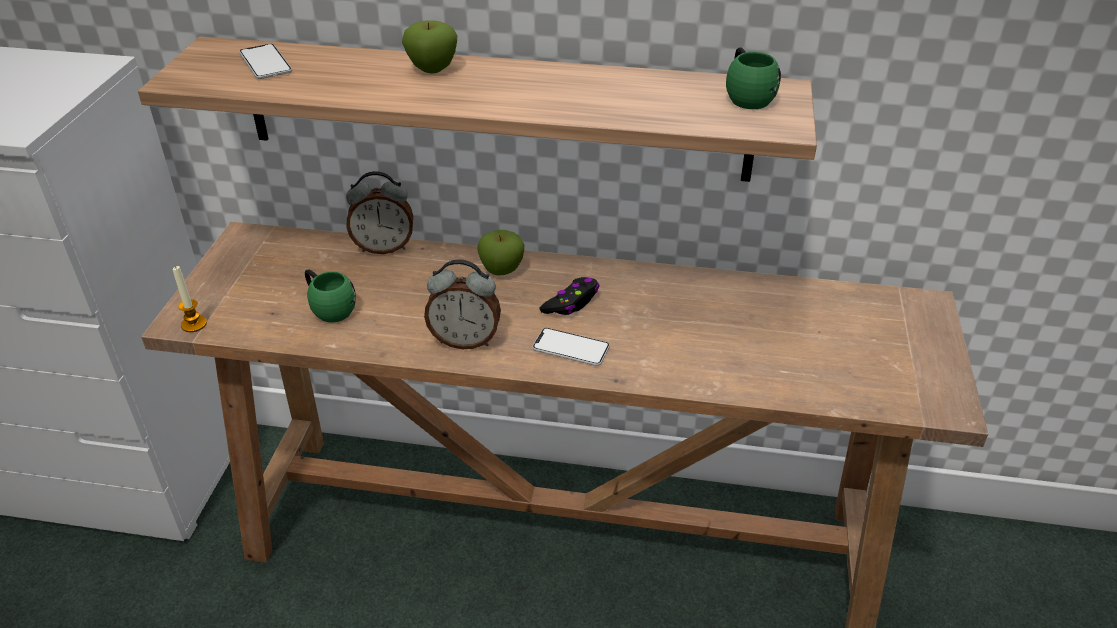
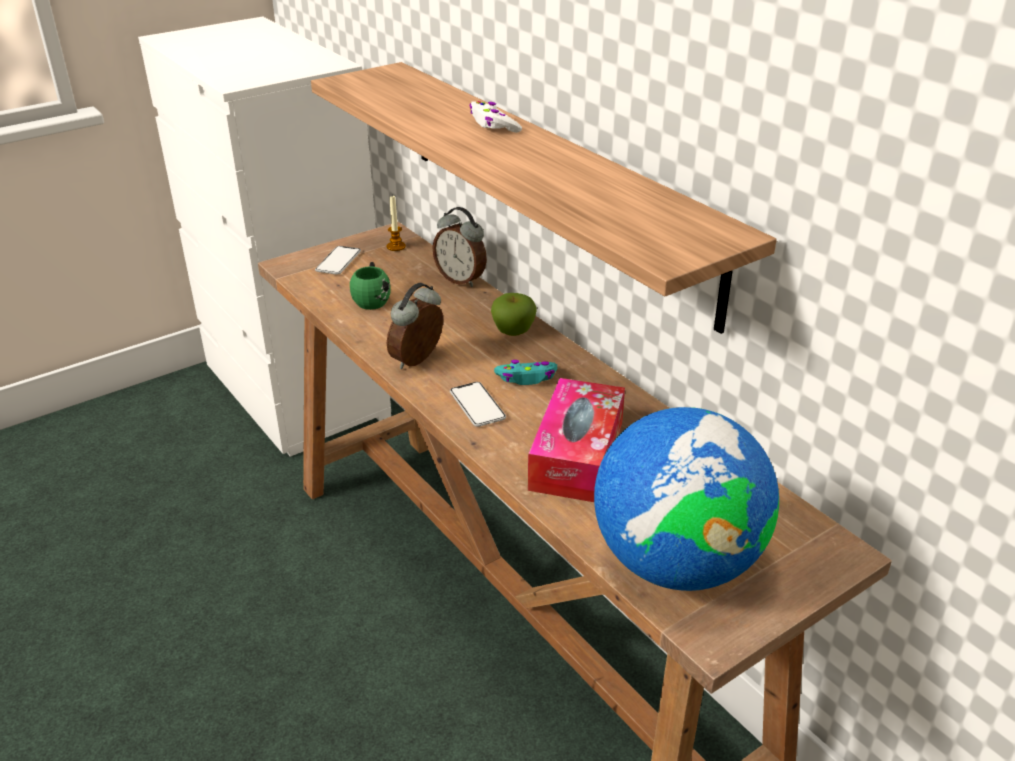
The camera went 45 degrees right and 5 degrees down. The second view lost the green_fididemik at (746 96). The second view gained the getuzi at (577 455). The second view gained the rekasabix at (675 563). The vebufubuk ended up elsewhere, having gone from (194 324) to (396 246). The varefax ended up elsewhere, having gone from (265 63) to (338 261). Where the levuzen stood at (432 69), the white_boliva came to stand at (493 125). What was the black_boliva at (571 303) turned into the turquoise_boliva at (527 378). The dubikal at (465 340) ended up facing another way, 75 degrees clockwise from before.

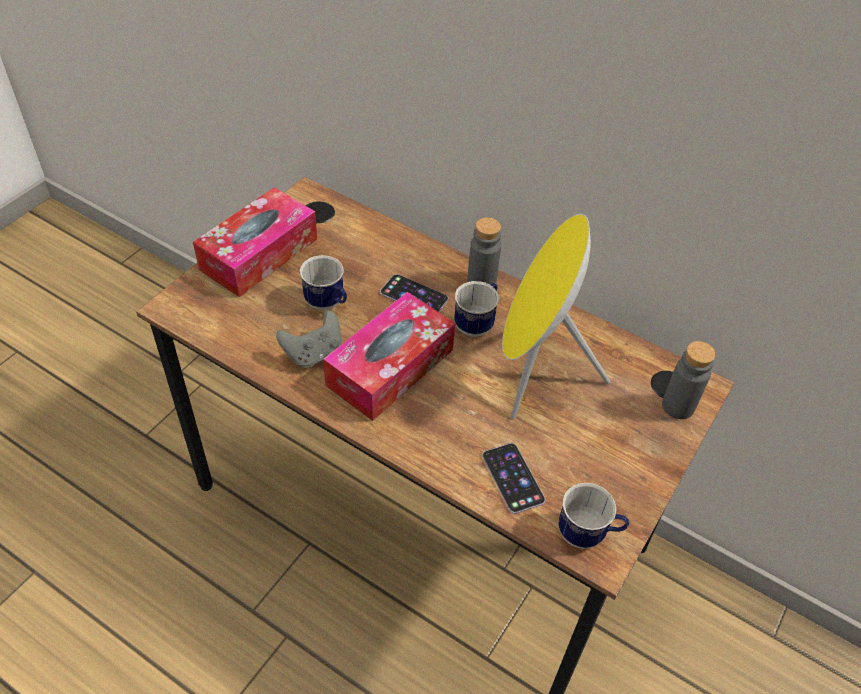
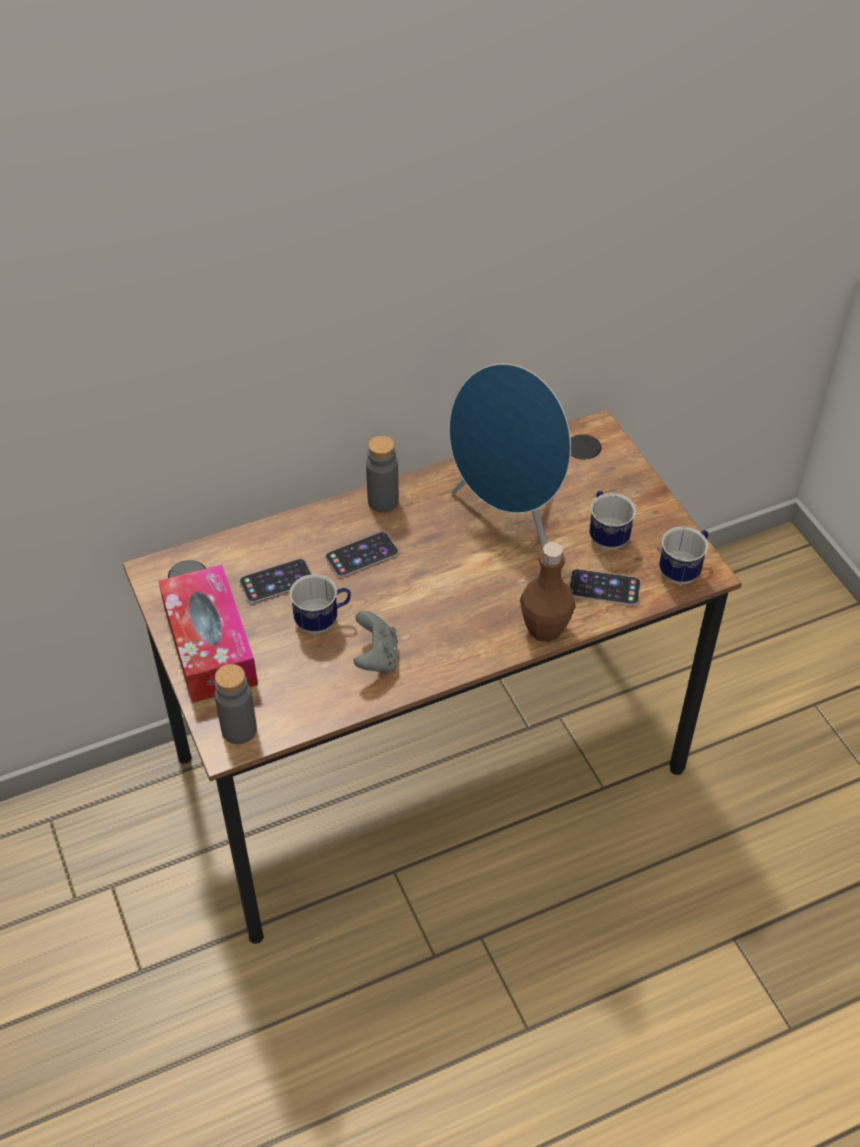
The camera went 55 degrees left and 0 degrees up. The second view lost the getuzi at (390 367). The second view gained the varefax at (277 581). The second view gained the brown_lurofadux at (545 629). The fididemik ended up elsewhere, having gone from (477 323) to (606 535). The grey_lurofadux ended up elsewhere, having gone from (678 406) to (239 730). What was the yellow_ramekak at (535 370) turned into the blue_ramekak at (509 518).

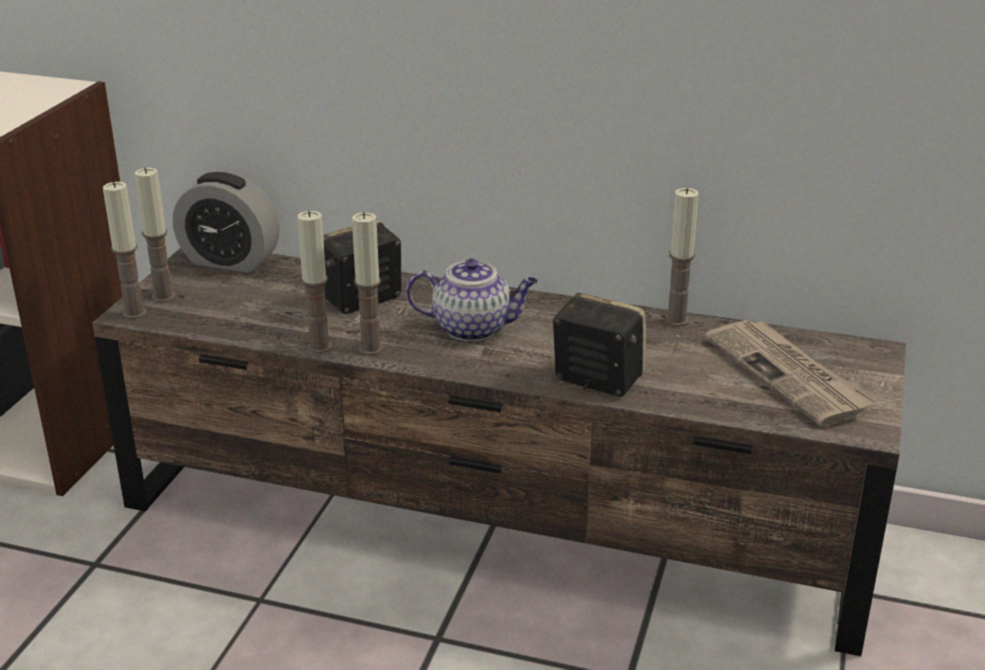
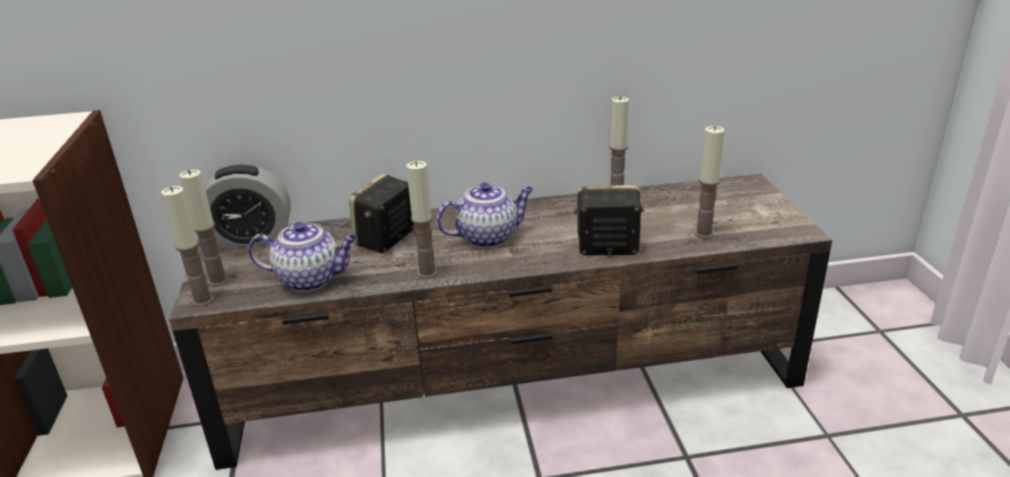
The camera went 25 degrees left and 0 degrees up. The second view lost the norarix at (788 375). The second view gained the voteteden at (311 279). The vebufubuk ended up elsewhere, having gone from (319 347) to (703 233).

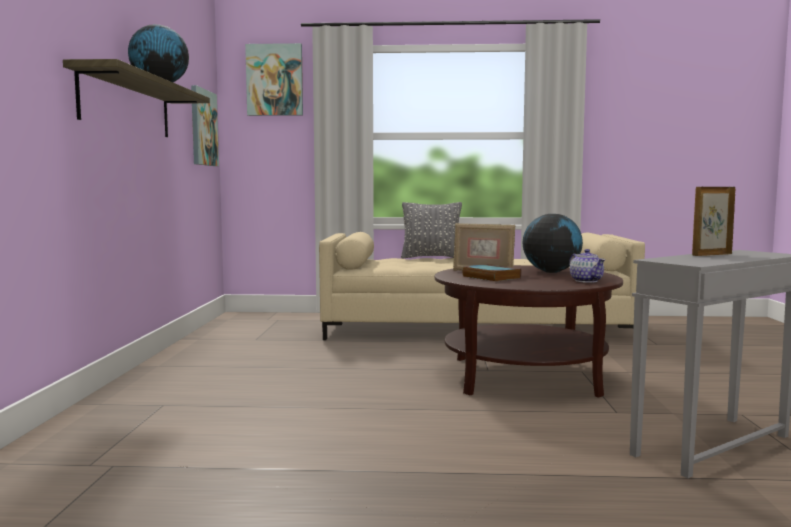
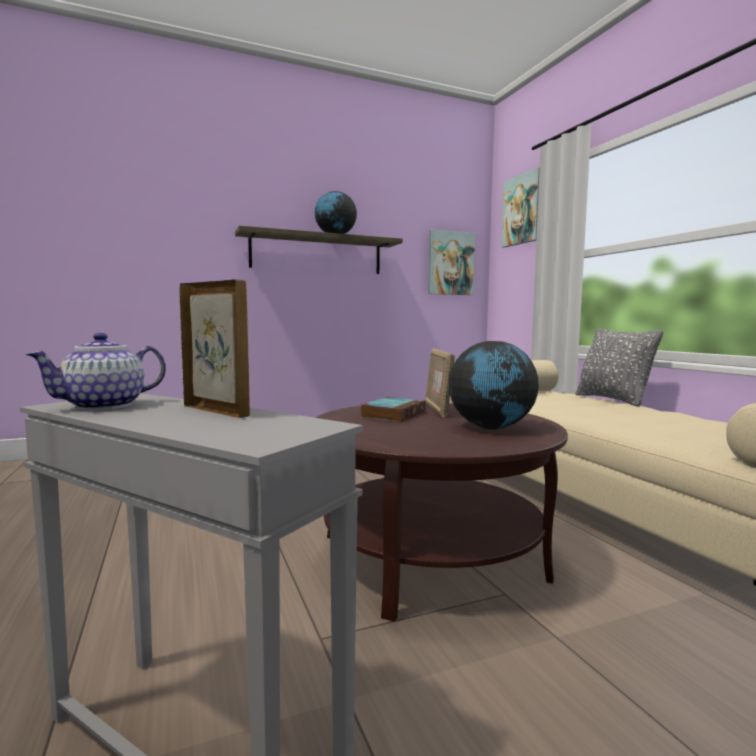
The camera went 65 degrees right and 0 degrees up. The voteteden ended up elsewhere, having gone from (586 281) to (105 405).

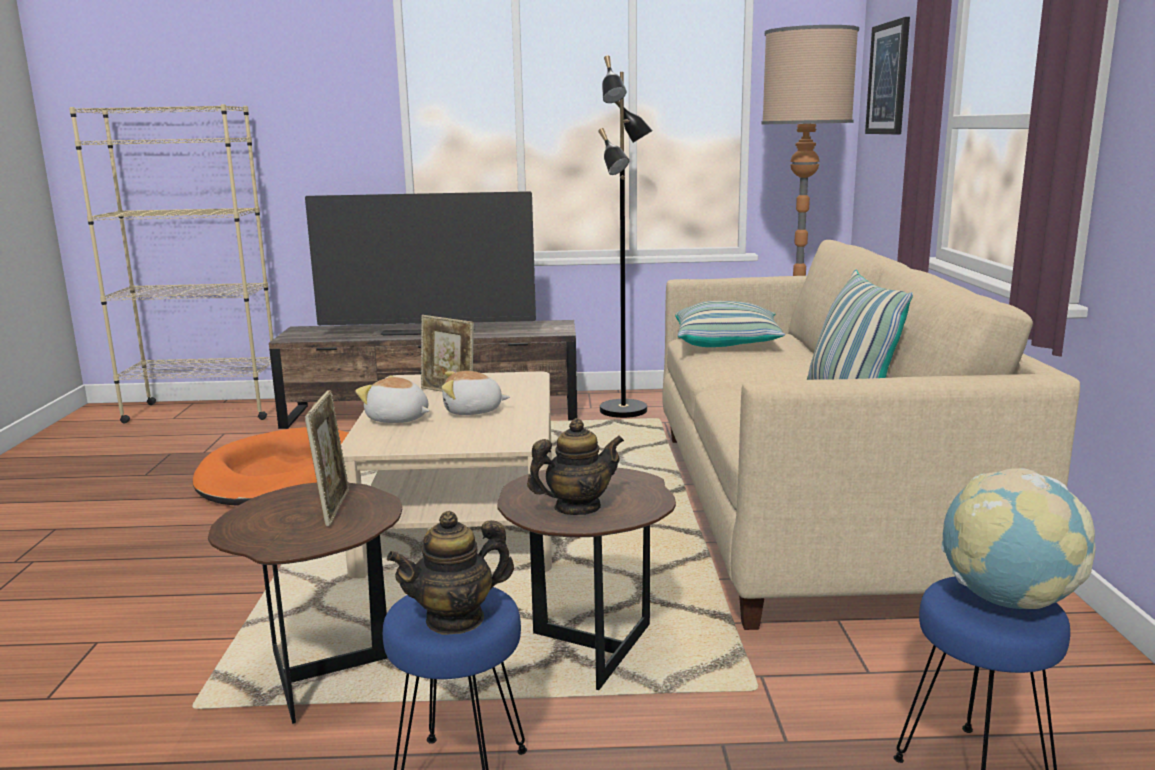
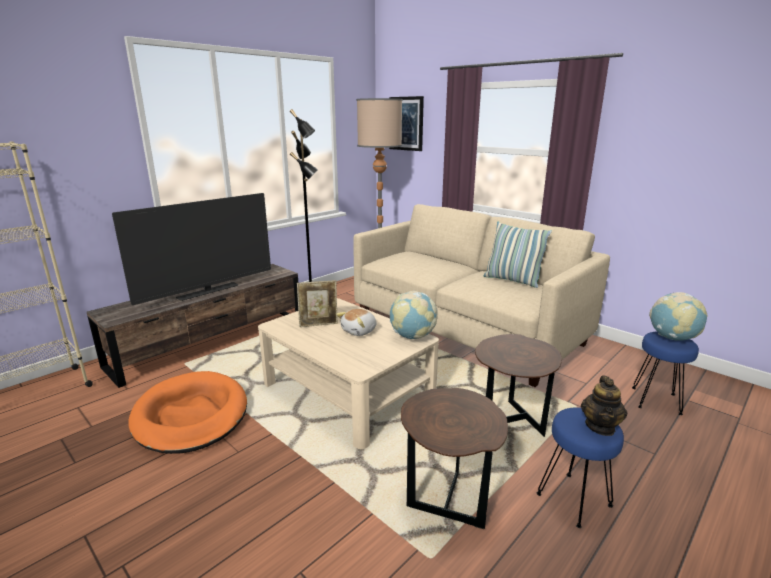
The camera went 45 degrees left and 5 degrees up. The second view lost the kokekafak at (333 507). The second view lost the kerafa at (397 419). The second view lost the voteteden at (577 508). The second view lost the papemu at (727 344). The second view gained the rekasabix at (412 336).

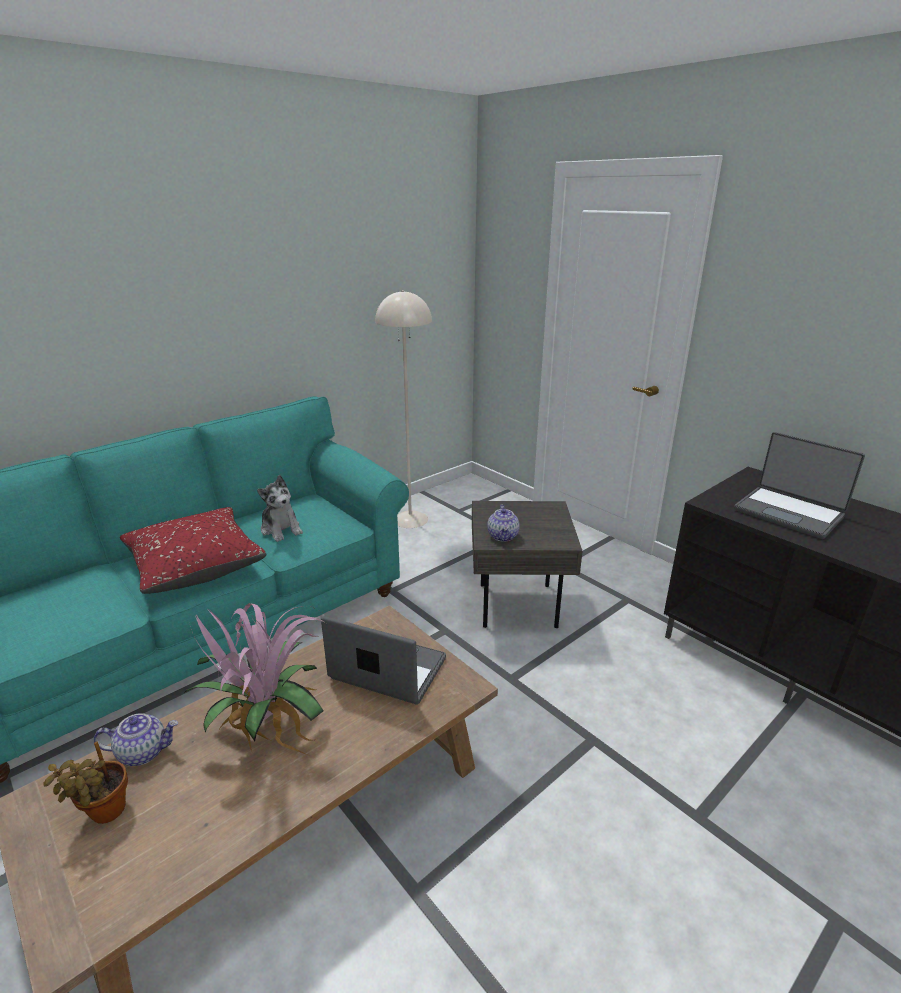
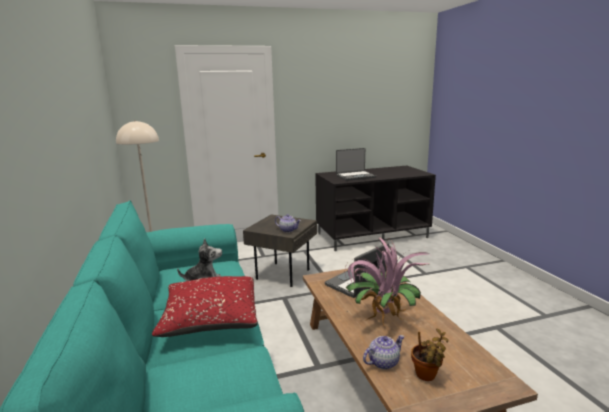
The camera went 65 degrees left and 10 degrees down. The voteteden at (143 752) ended up facing another way, 45 degrees clockwise from before.

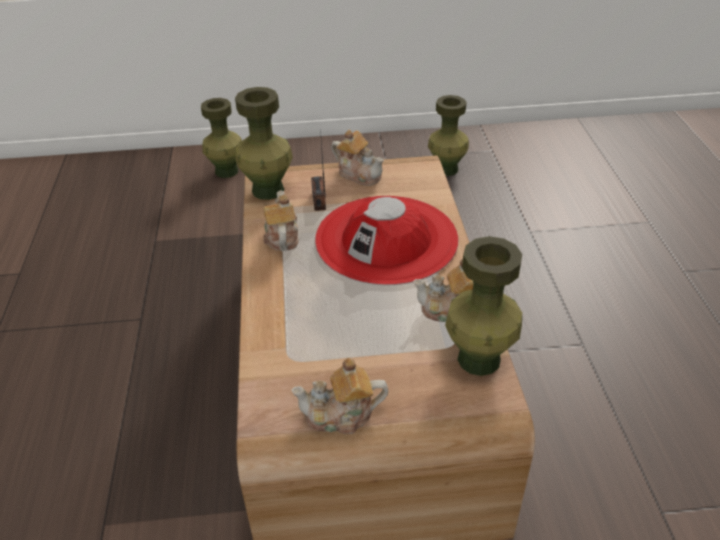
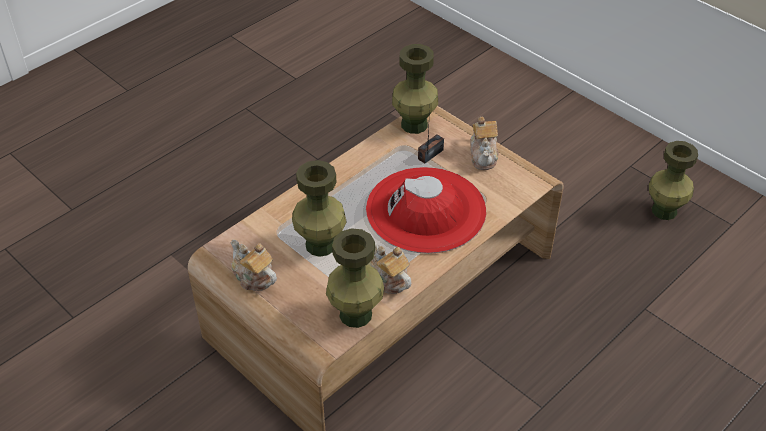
The camera went 50 degrees right and 5 degrees up. The second view lost the voteteden at (281 237). The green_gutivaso ended up elsewhere, having gone from (227 171) to (321 244).

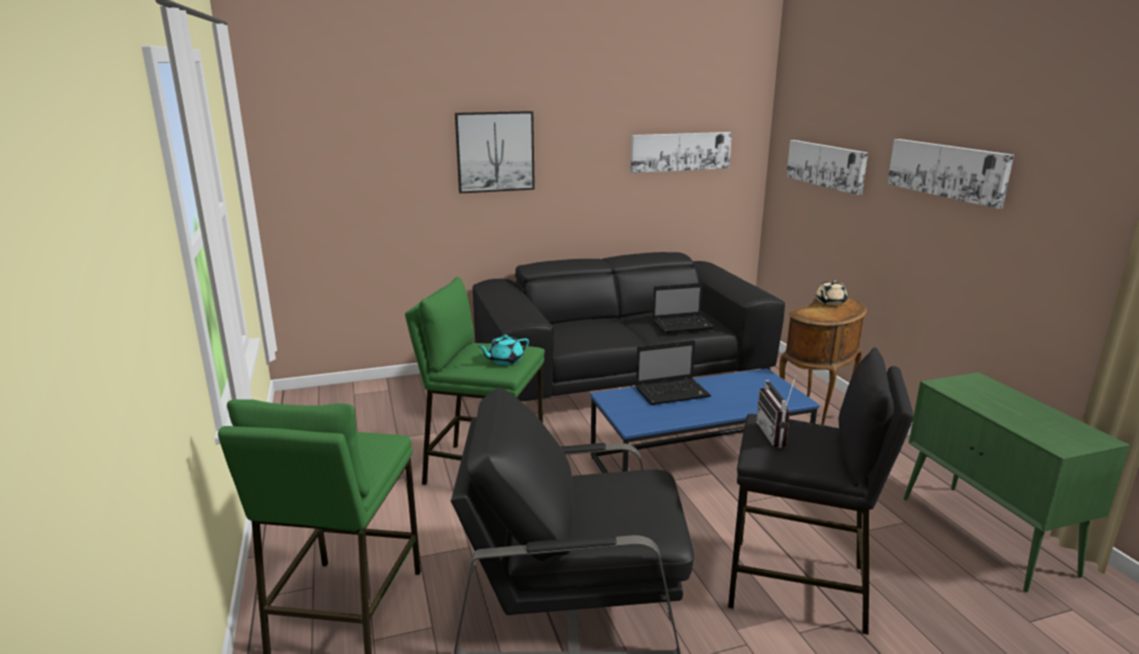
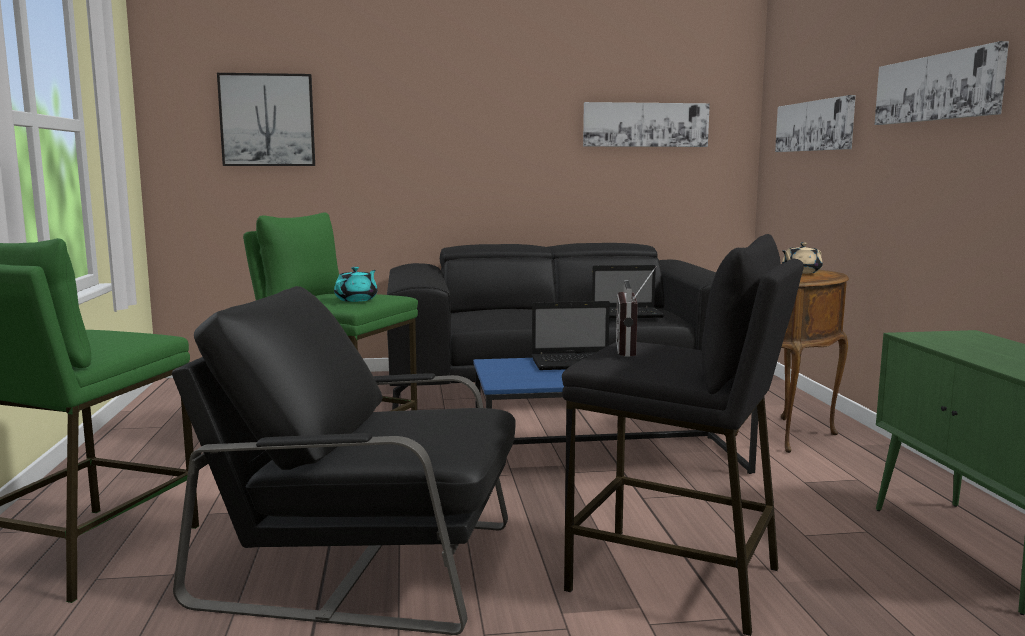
The camera went 10 degrees right and 10 degrees down. The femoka ended up elsewhere, having gone from (495 152) to (267 120). The turquoise_voteteden at (504 360) ended up facing another way, 135 degrees clockwise from before.

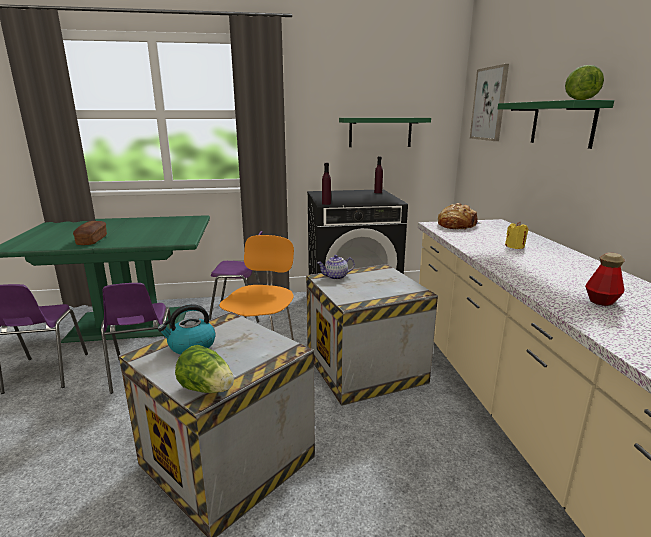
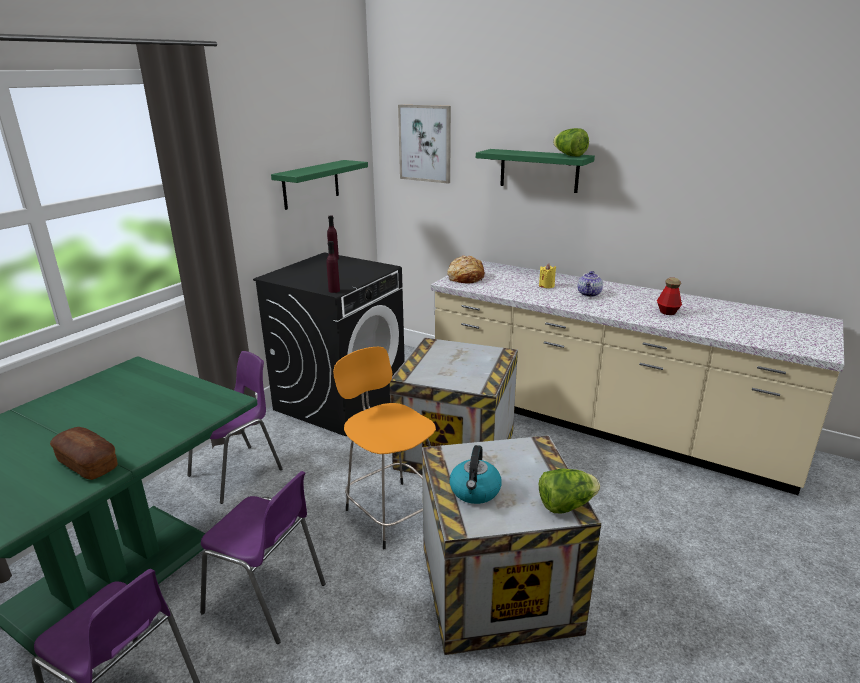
The camera went 50 degrees left and 5 degrees up. The voteteden ended up elsewhere, having gone from (335 277) to (589 294).

